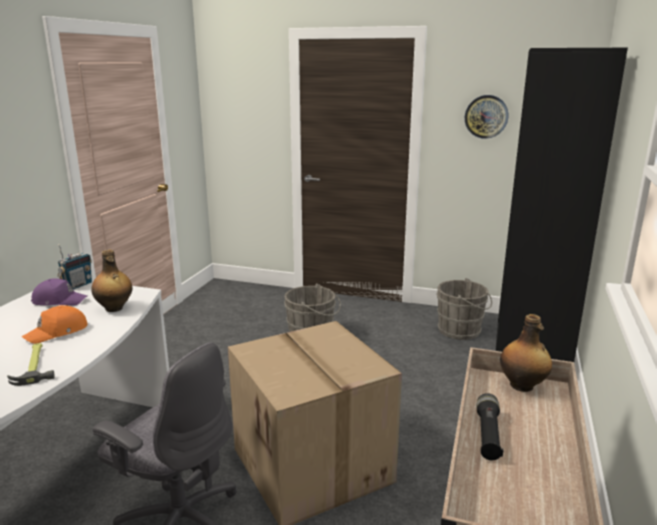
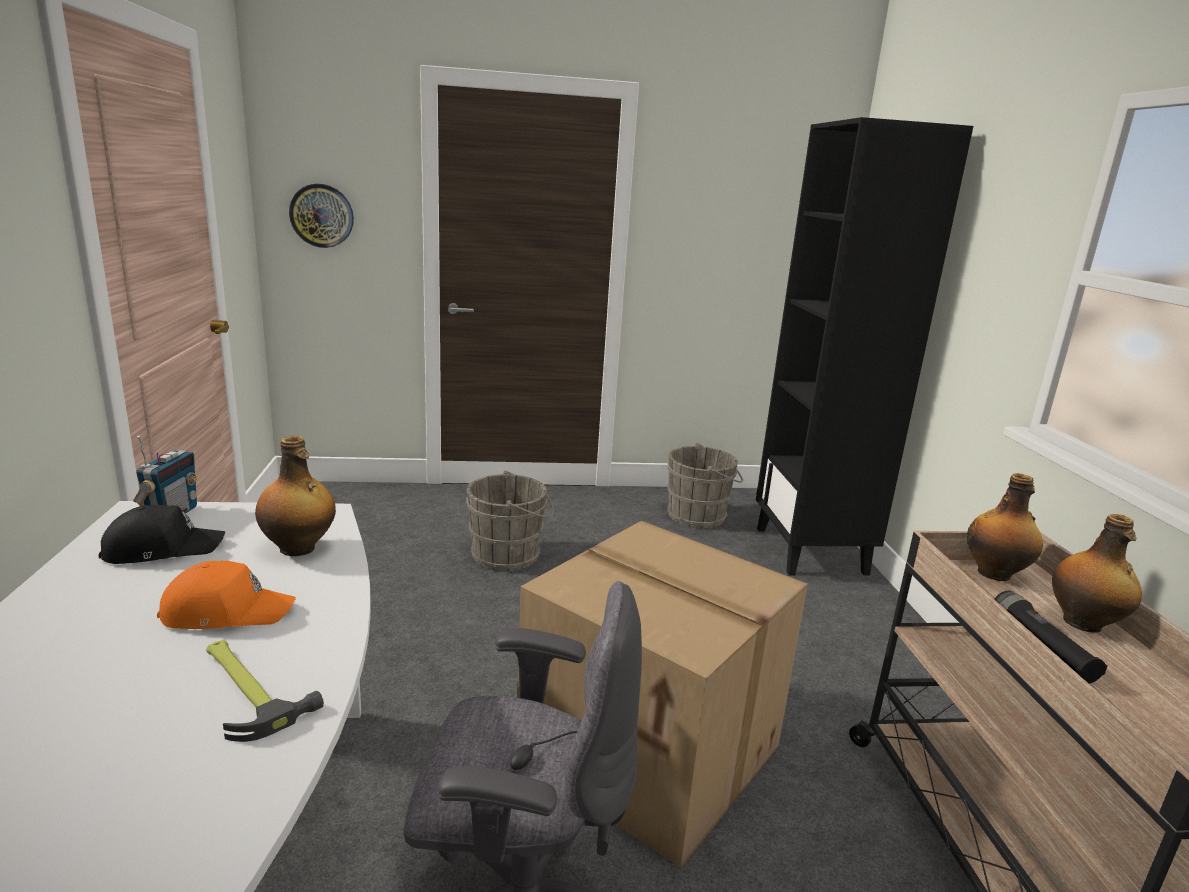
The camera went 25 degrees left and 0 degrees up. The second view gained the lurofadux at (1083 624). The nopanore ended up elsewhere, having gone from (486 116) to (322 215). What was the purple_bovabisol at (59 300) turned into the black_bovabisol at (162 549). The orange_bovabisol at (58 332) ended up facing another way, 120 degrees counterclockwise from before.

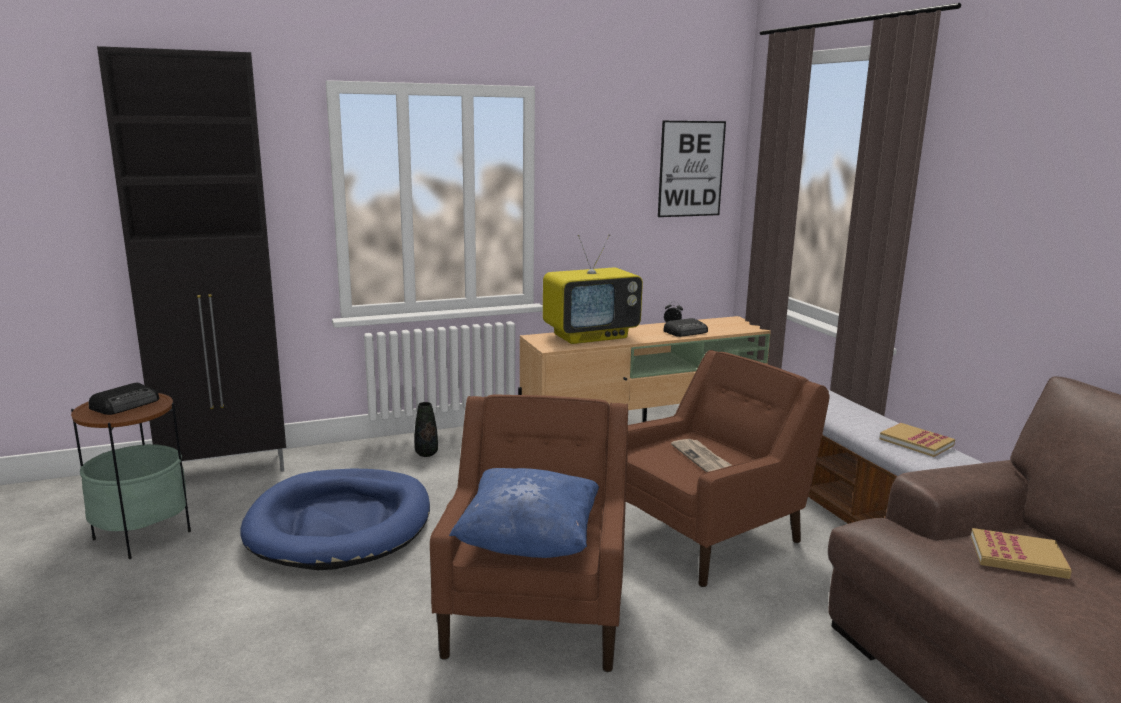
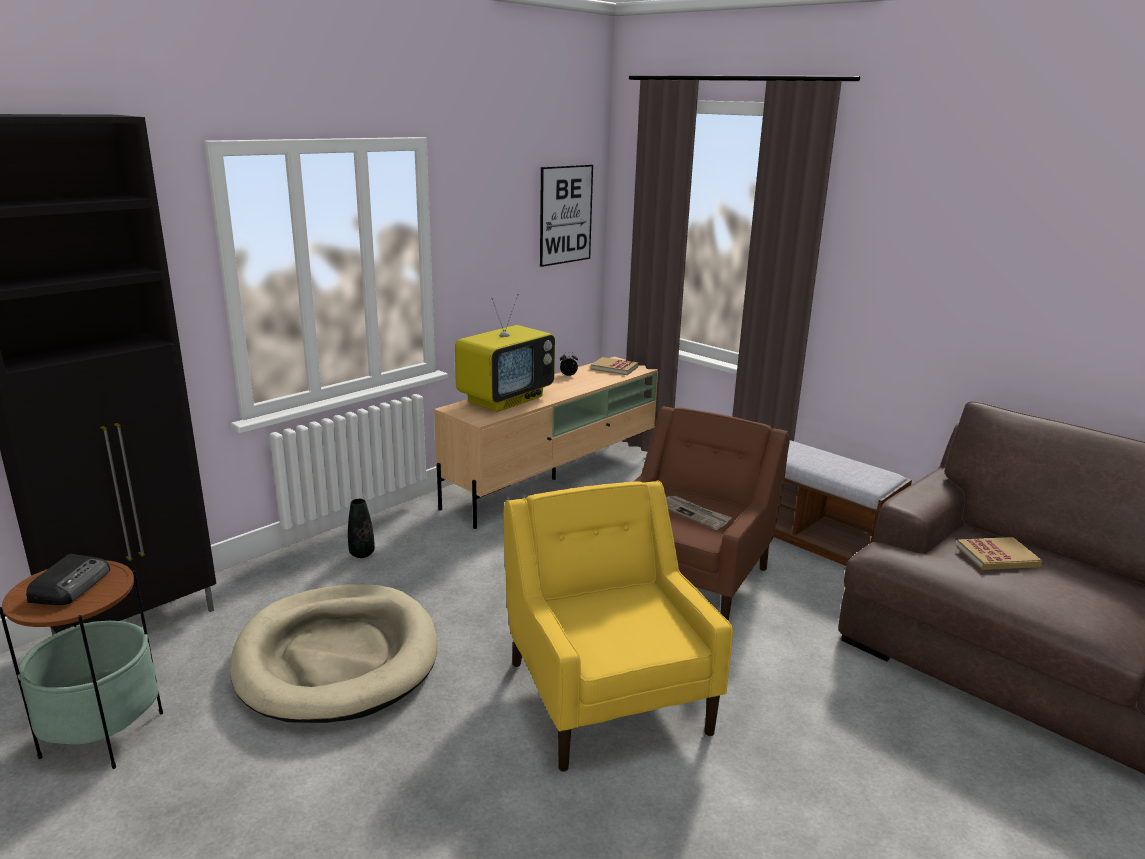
The camera went 25 degrees left and 5 degrees up. The second view lost the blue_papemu at (529 542). The second view lost the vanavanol at (686 332). The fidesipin ended up elsewhere, having gone from (916 442) to (614 368). What was the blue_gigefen at (340 524) turned into the beige_gigefen at (337 658). What was the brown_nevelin at (537 609) turned into the yellow_nevelin at (606 694).

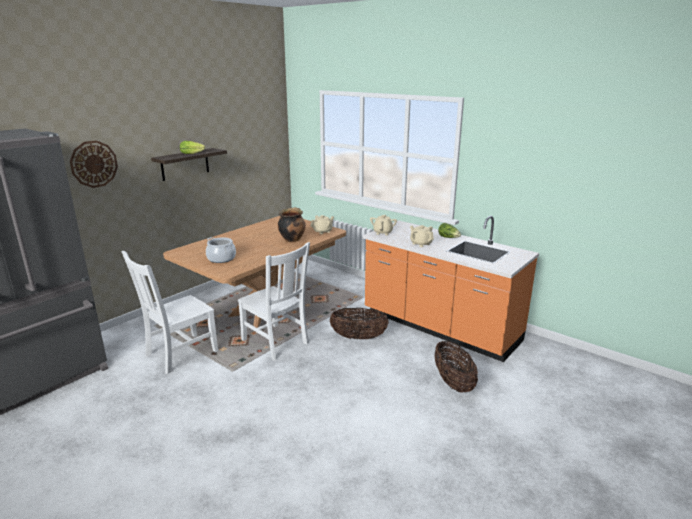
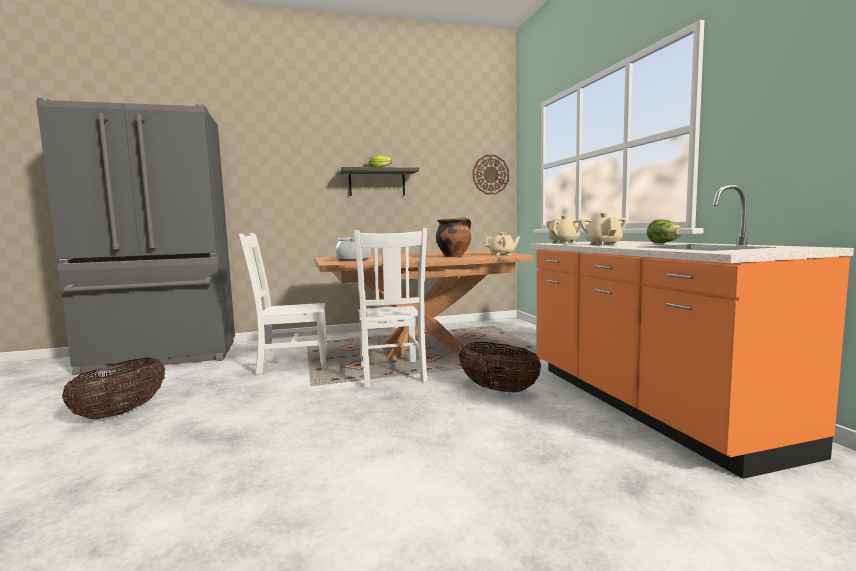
The camera went 35 degrees right and 15 degrees down. The nopanore ended up elsewhere, having gone from (94 164) to (490 174). The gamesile ended up elsewhere, having gone from (453 382) to (121 412).

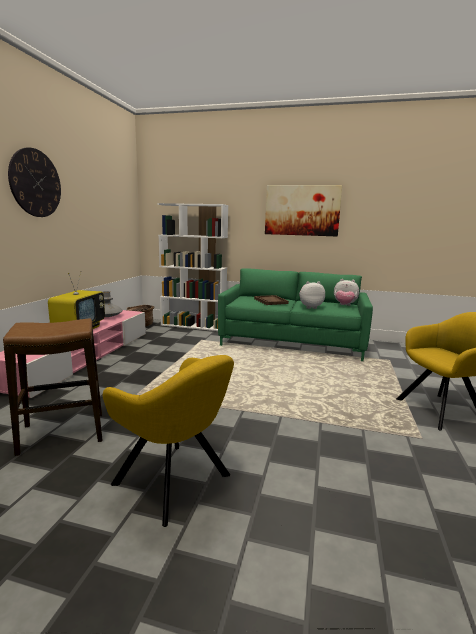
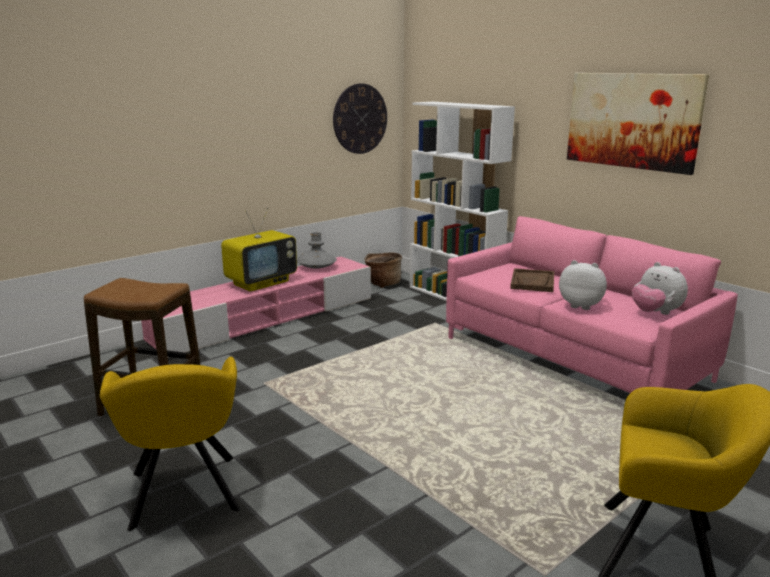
The camera went 35 degrees right and 5 degrees up. The nopanore ended up elsewhere, having gone from (35 183) to (360 119). What was the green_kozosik at (292 343) turned into the pink_kozosik at (572 359).

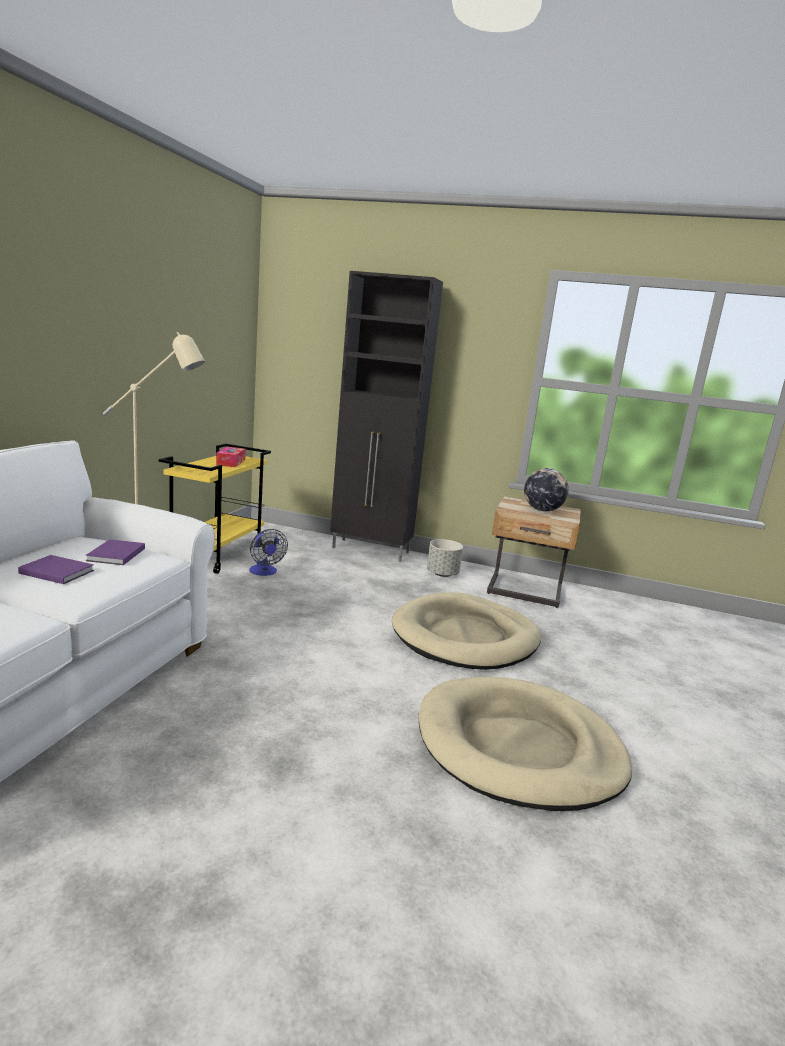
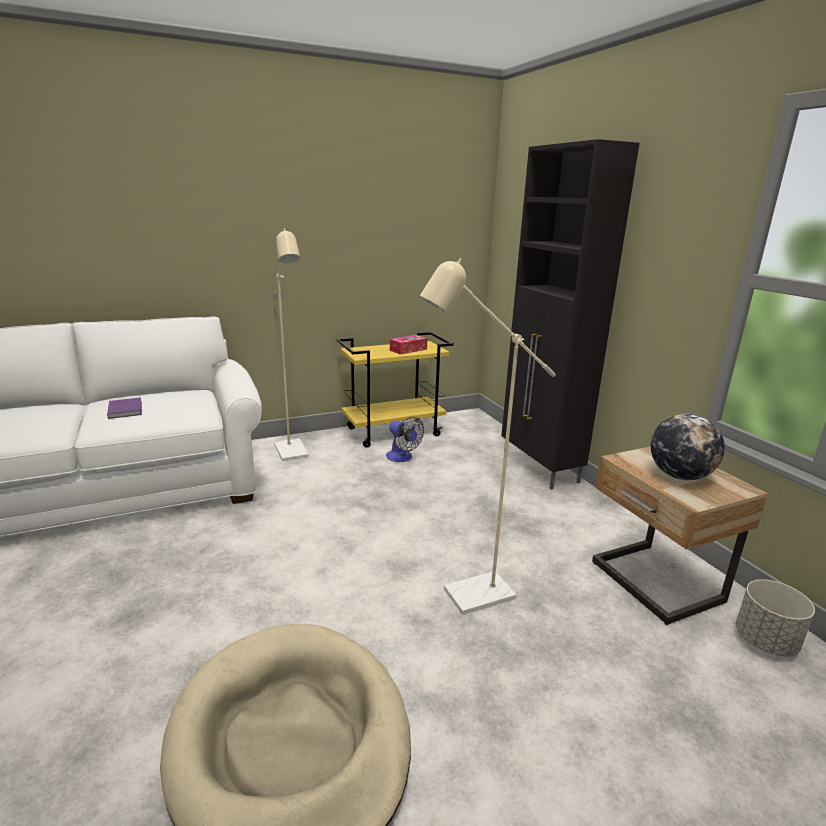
The camera went 50 degrees right and 5 degrees up. The second view lost the purple_fidesipin at (114 555). The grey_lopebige ended up elsewhere, having gone from (442 574) to (765 641). Where the beige_gigefen stood at (465 637), the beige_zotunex came to stand at (468 597). The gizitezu at (264 572) ended up facing another way, 60 degrees counterclockwise from before.

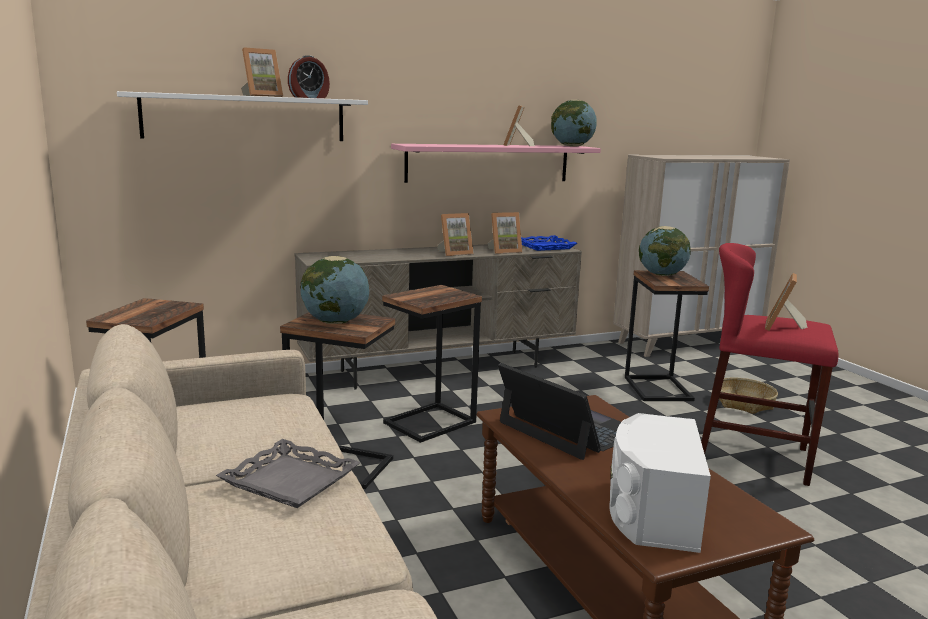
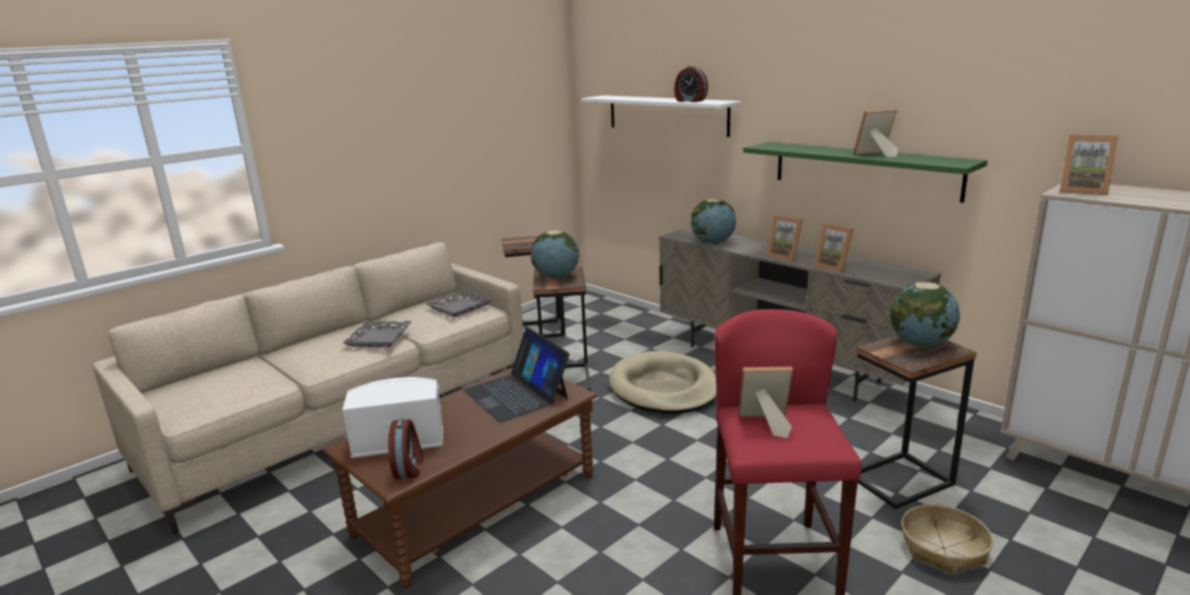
The camera went 70 degrees right and 5 degrees up. The second view lost the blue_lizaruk at (545 247). The second view gained the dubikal at (409 468). The second view gained the grey_lizaruk at (460 307). The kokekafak ended up elsewhere, having gone from (261 96) to (1082 191). The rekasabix ended up elsewhere, having gone from (572 146) to (712 242). Where the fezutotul stood at (431 423), the beige_gigefen came to stand at (664 388). What was the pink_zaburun at (488 163) turned into the green_zaburun at (864 170). The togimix at (569 428) ended up facing another way, 120 degrees clockwise from before.

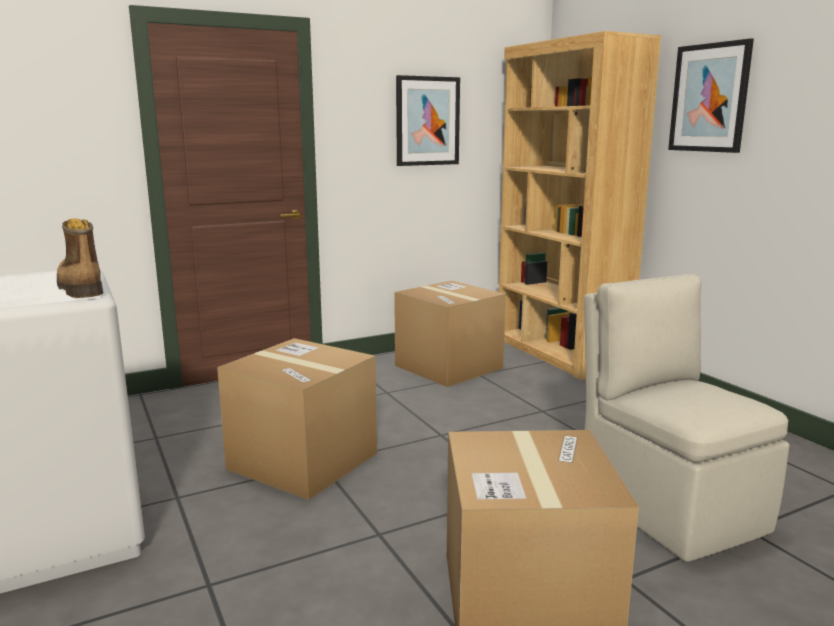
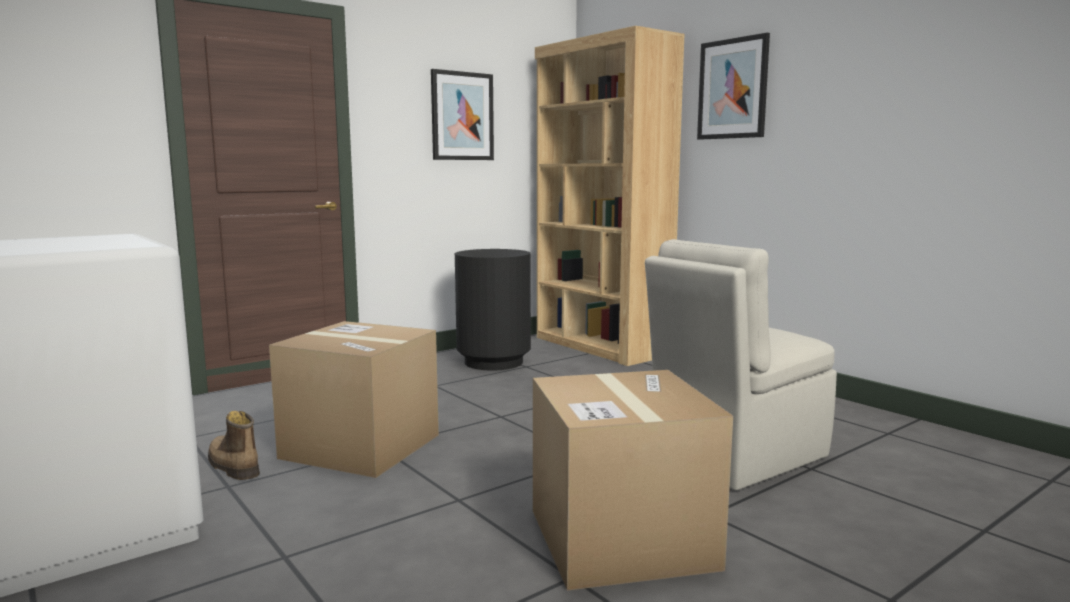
The camera went 10 degrees left and 5 degrees down. The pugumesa ended up elsewhere, having gone from (79 289) to (232 467). Where the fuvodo stood at (448 367), the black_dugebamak came to stand at (493 362). The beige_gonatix at (668 505) ended up facing another way, 90 degrees counterclockwise from before.

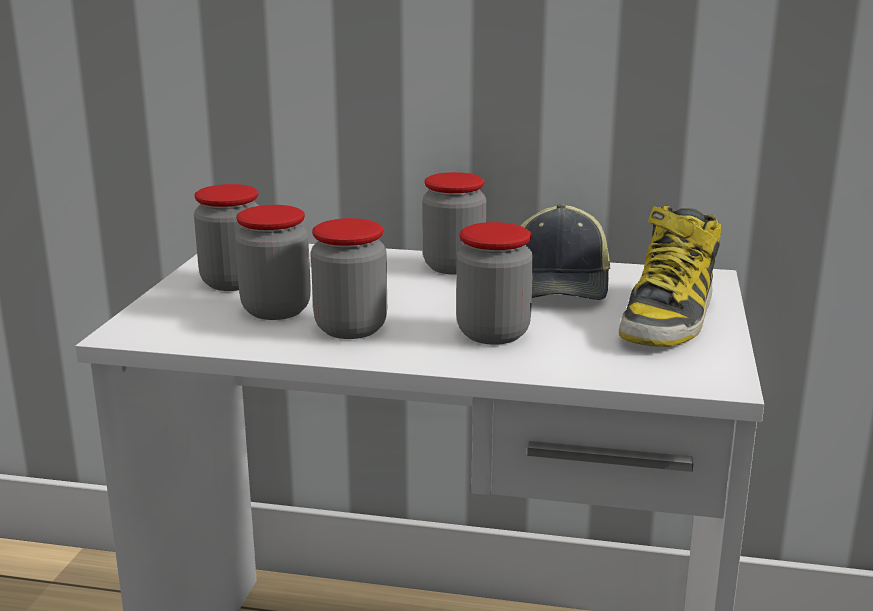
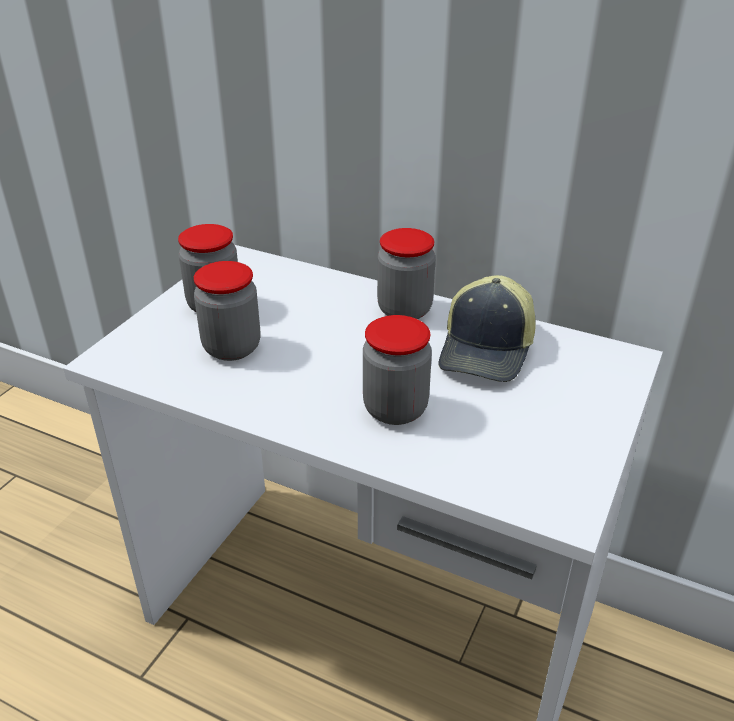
The camera went 15 degrees right and 15 degrees up. The second view lost the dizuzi at (351 328). The second view lost the pugumesa at (668 317).

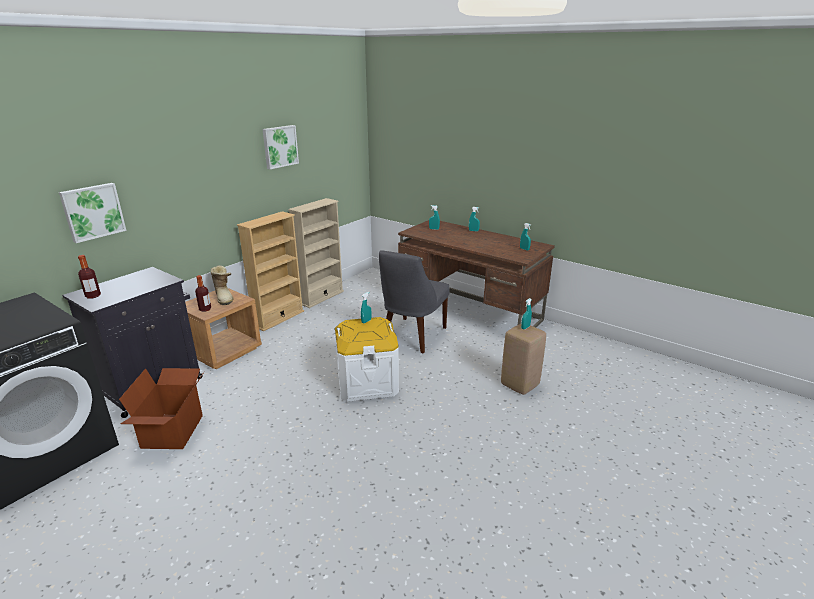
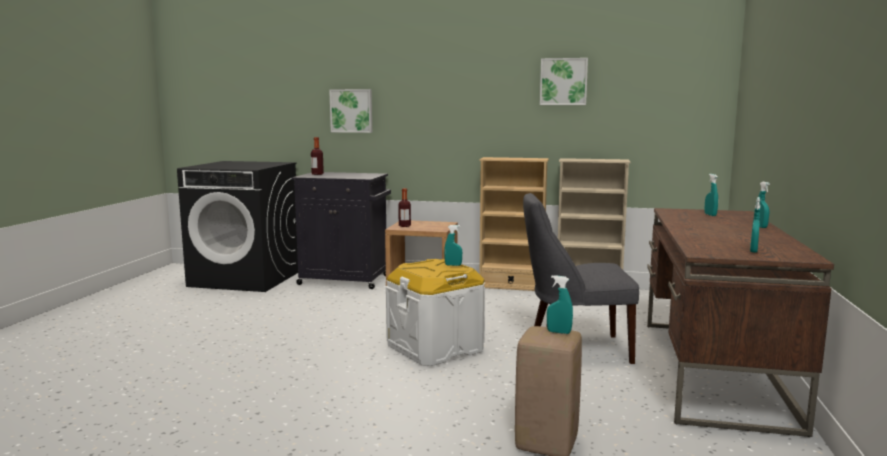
The camera went 65 degrees right and 15 degrees down. The second view lost the fuvodo at (174 431). The second view lost the pugumesa at (224 297).

